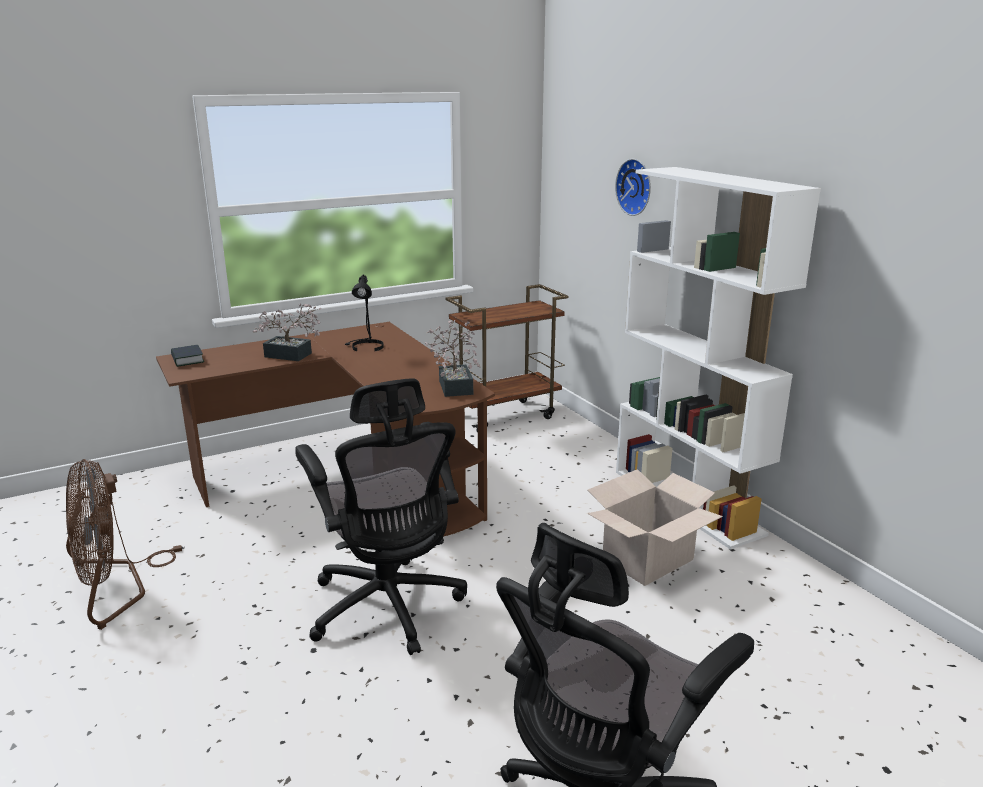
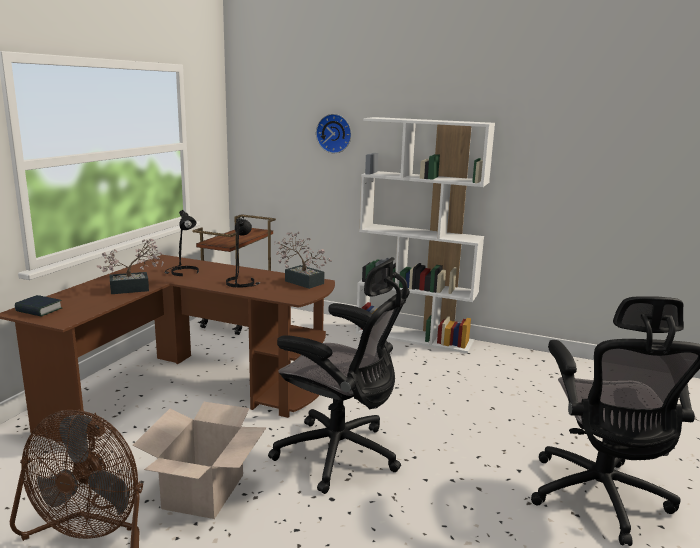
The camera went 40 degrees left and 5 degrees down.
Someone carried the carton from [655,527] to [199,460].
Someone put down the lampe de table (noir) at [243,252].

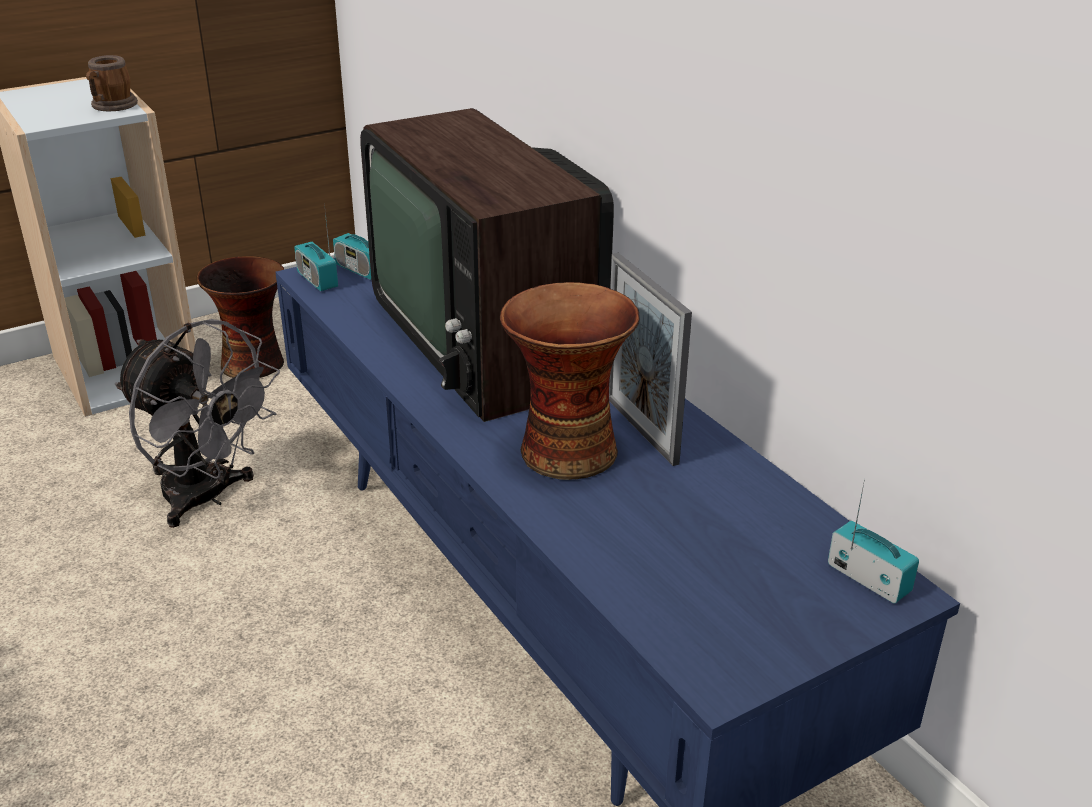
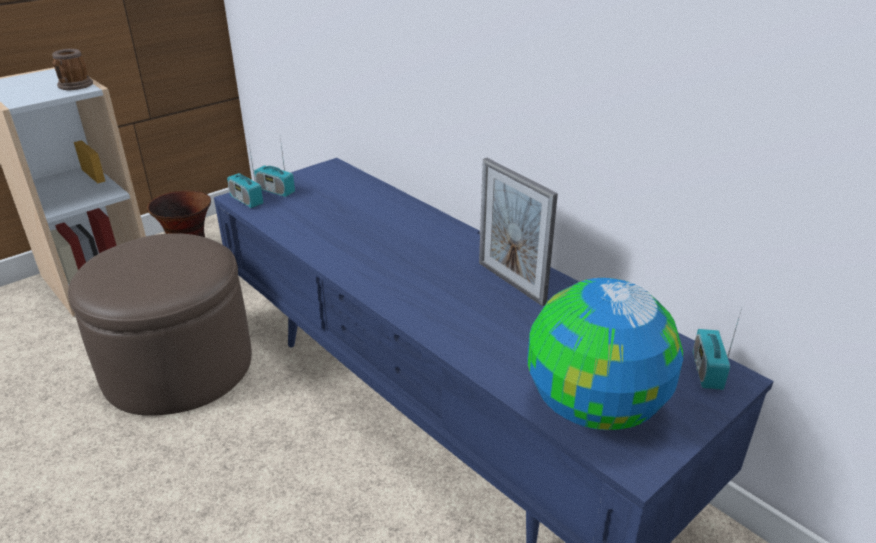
The camera went 10 degrees left and 0 degrees up.
Someone took away the téléviseur at [487,265].
Someone took away the vase at [569,381].
Someone swapped the ventilateur (gris) at [197,423] for the pouf (marron) at [160,324].
Someone rotated the radio at [873,541] by 120 degrees counterclockwise.
Someone put down the globe at [605,354].

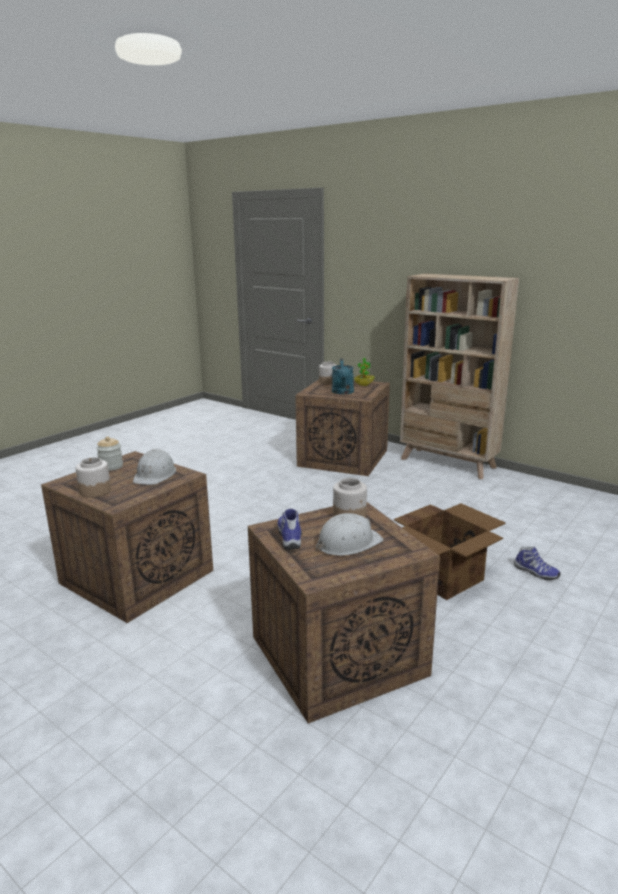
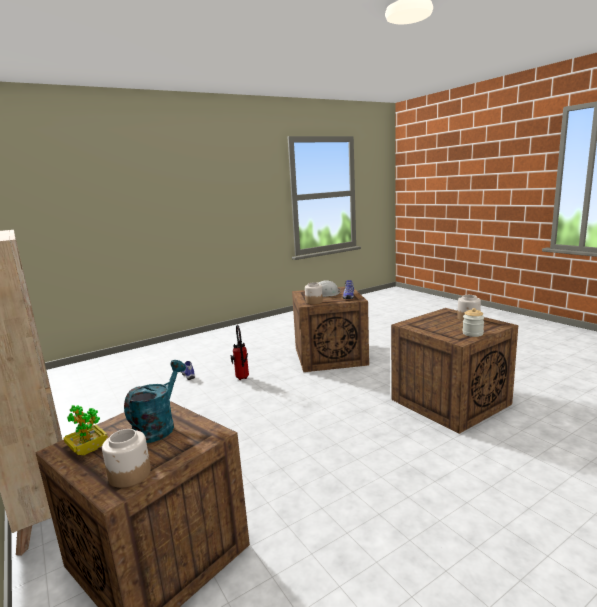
The camera went 160 degrees left and 5 degrees down.
Someone took away the casque de chantier (blanc) at [154,467].
Someone swapped the carton at [449,551] for the extincteur at [240,352].

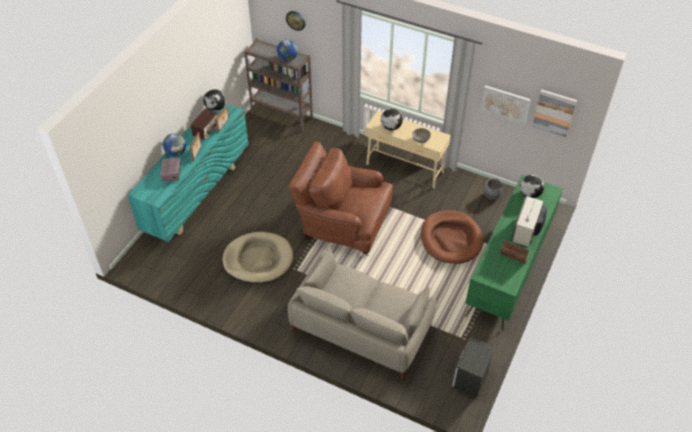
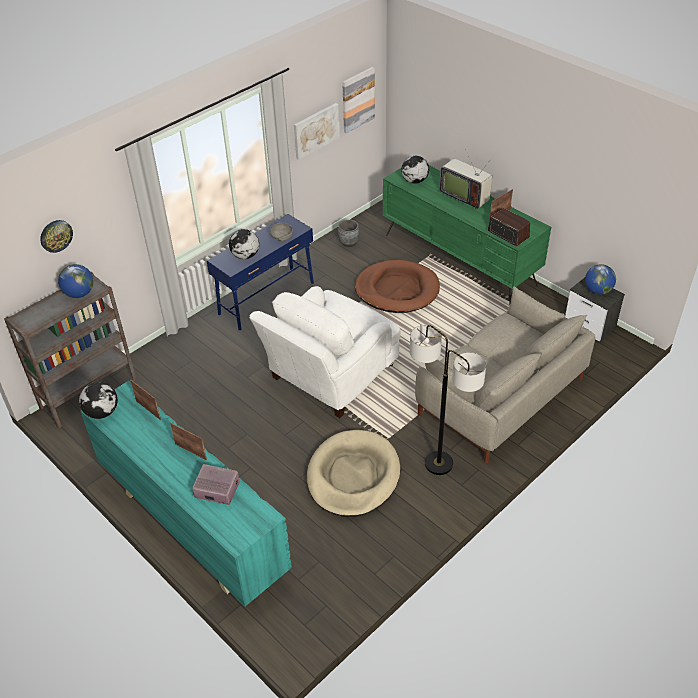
The camera went 70 degrees left and 5 degrees down.
Someone carried the radio from [204,124] to [509,227].
Someone repainted the table console (beige) at [408,150], which became the table console (bleu) at [260,272].
Someone carried the globe from [174,144] to [600,279].
Someone repainted the fauteuil (marron) at [340,199], which became the fauteuil (blanc) at [324,352].
Someone put down the lampadaire at [448,400].

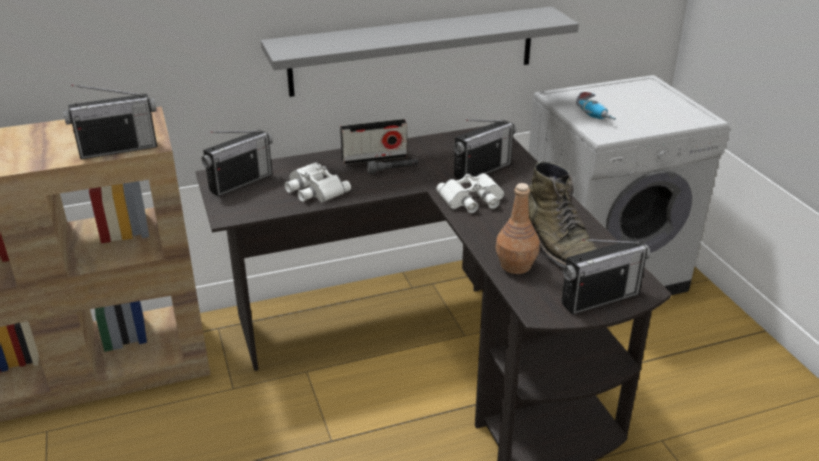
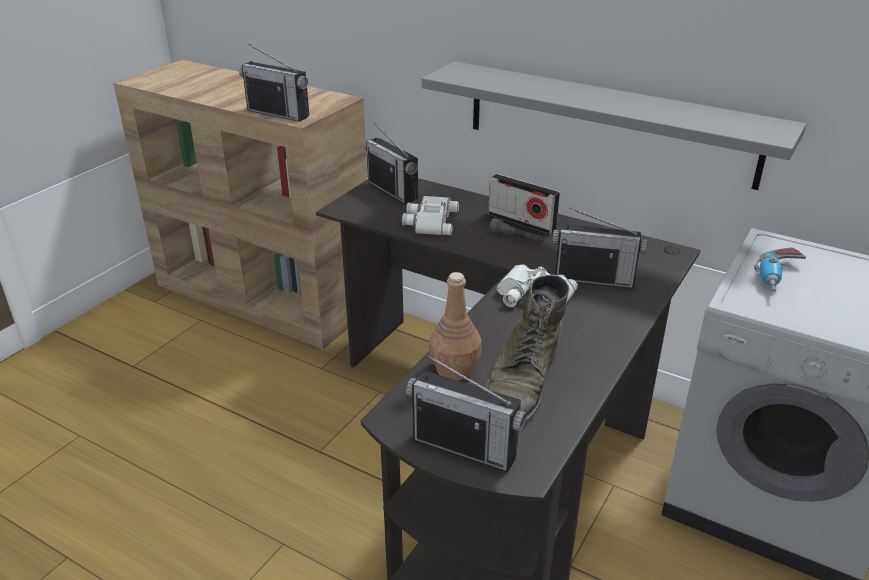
The camera went 50 degrees right and 0 degrees up.
Someone rotated the radio at [237,163] by 45 degrees clockwise.

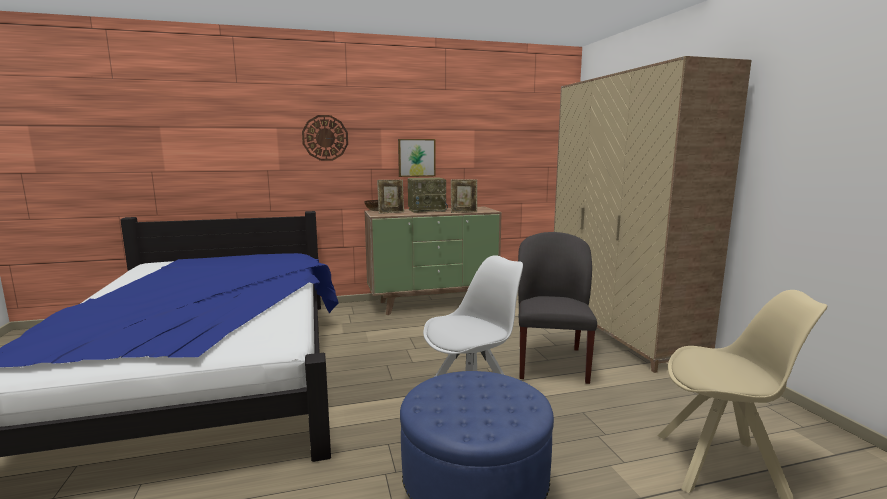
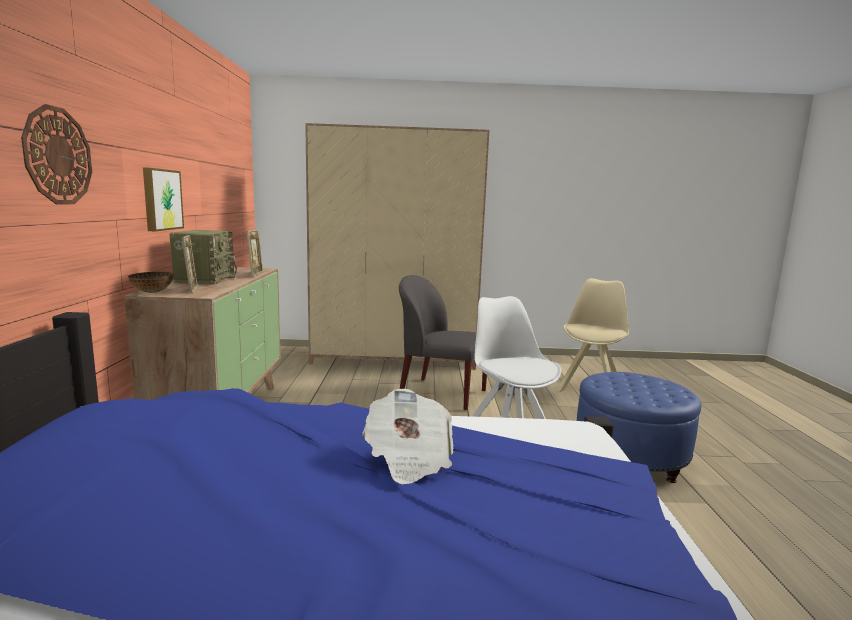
The camera went 75 degrees left and 0 degrees up.
Someone put down the journal at [408,437].

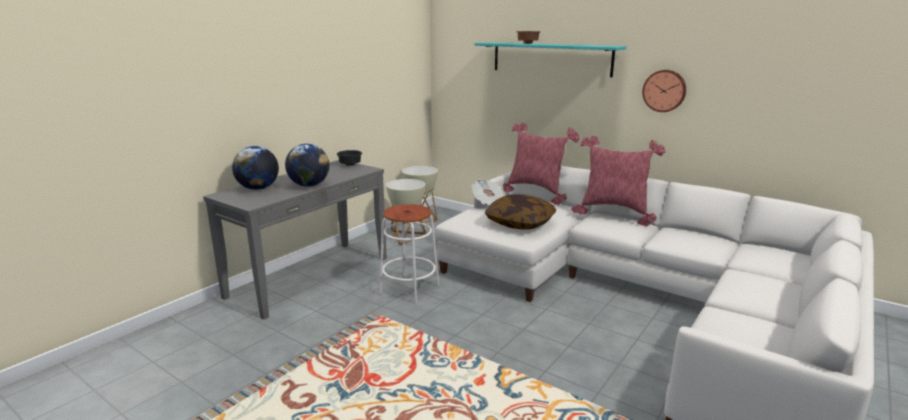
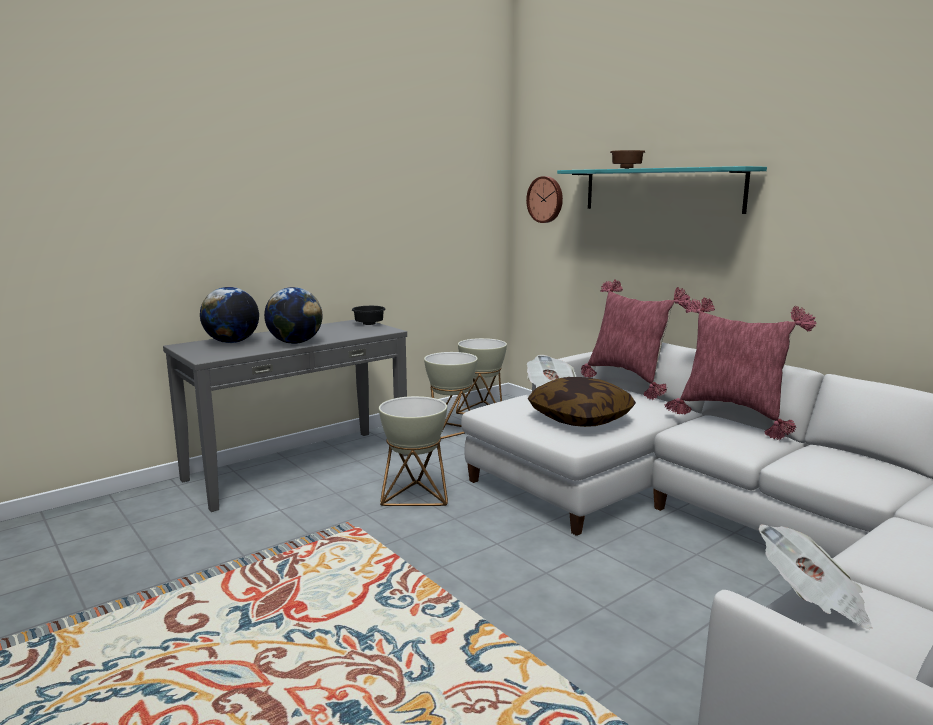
The camera went 15 degrees right and 5 degrees down.
Someone carried the horloge murale from [664,91] to [544,199].
Someone swapped the tabouret (blanc) at [409,254] for the cache-pot at [413,451].
Someone put down the journal at [816,576].

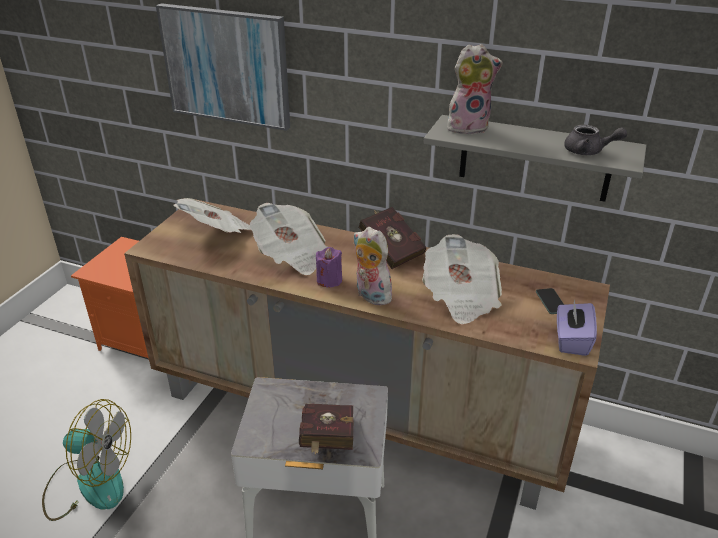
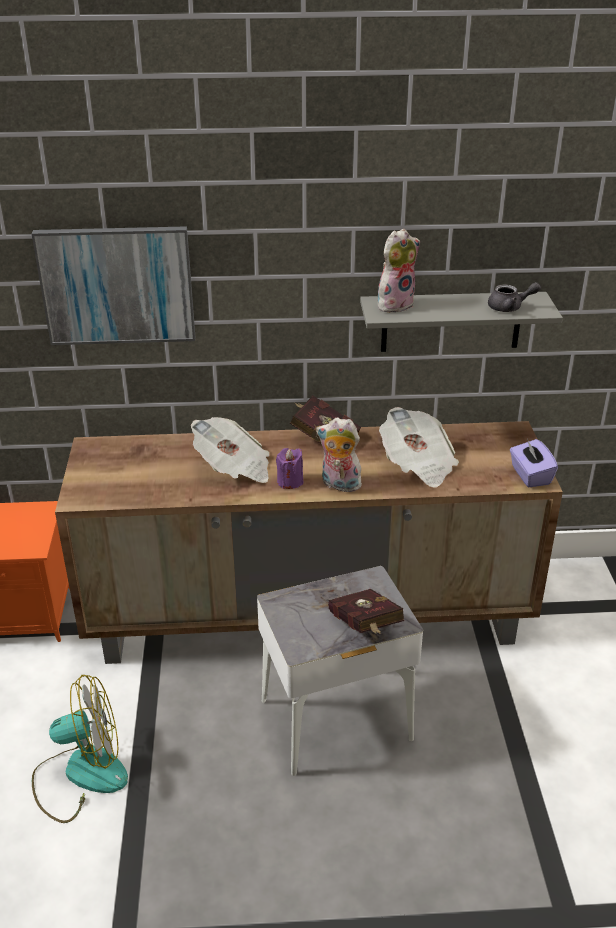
The camera went 25 degrees left and 0 degrees up.
Someone took away the journal at [212,215].
Someone took away the téléphone at [550,301].

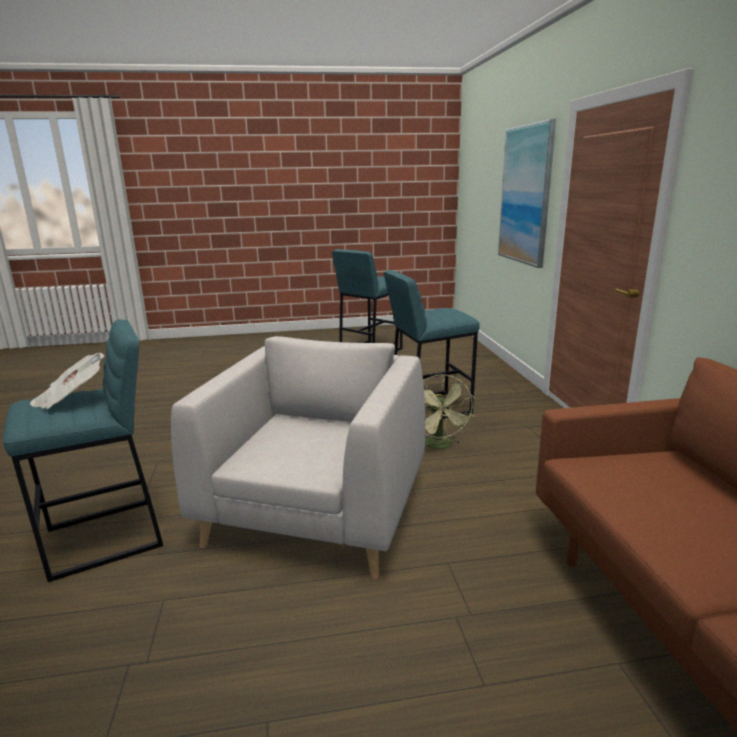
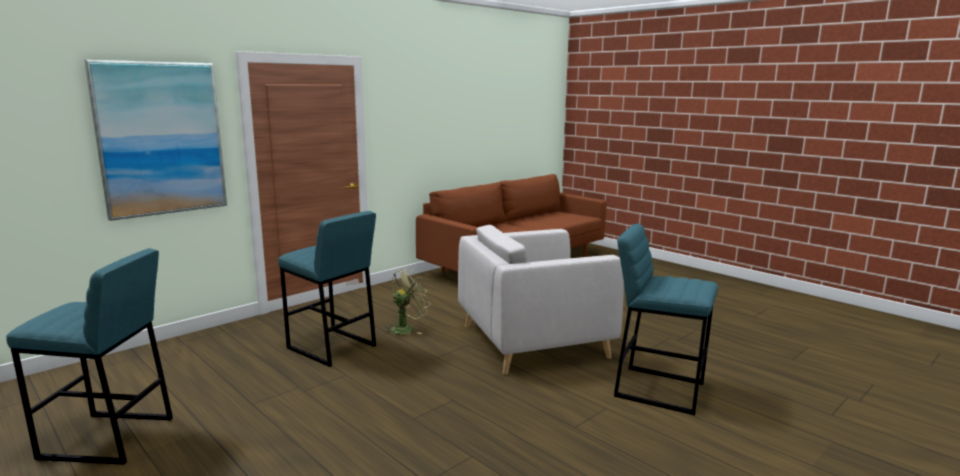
The camera went 125 degrees left and 5 degrees down.
Someone took away the journal at [67,381].

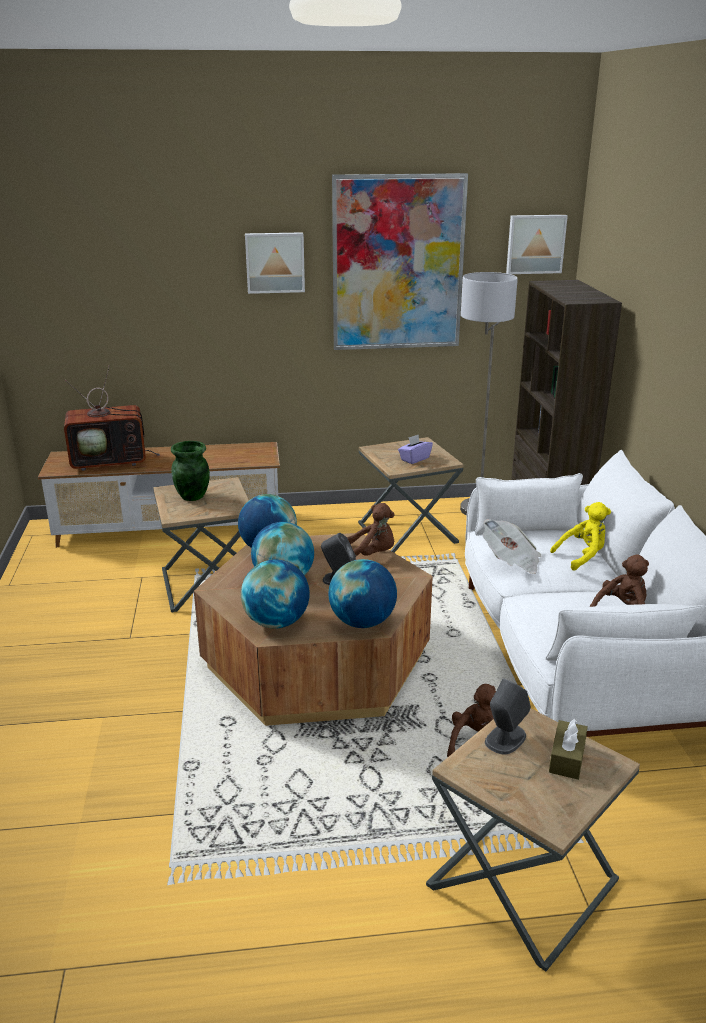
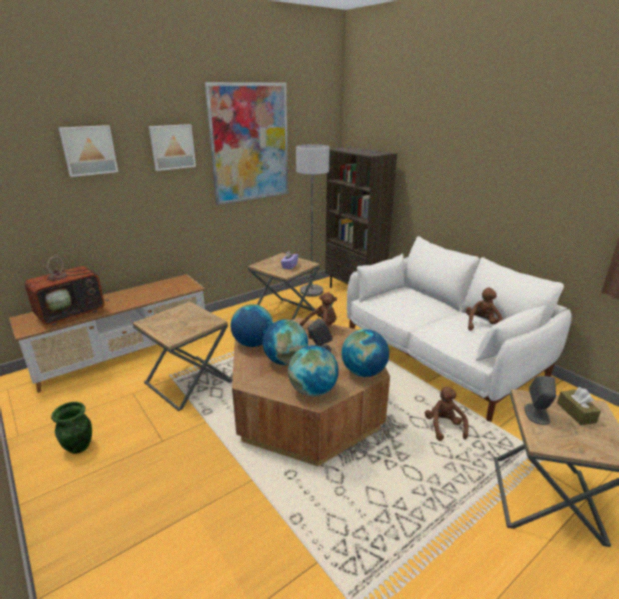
The camera went 30 degrees left and 0 degrees up.
Someone carried the tableau from [537,244] to [88,151].
Someone carried the vase (vert) from [190,471] to [71,428].
Someone took away the peluche (jaune) at [580,536].
Someone took away the journal at [512,546].

